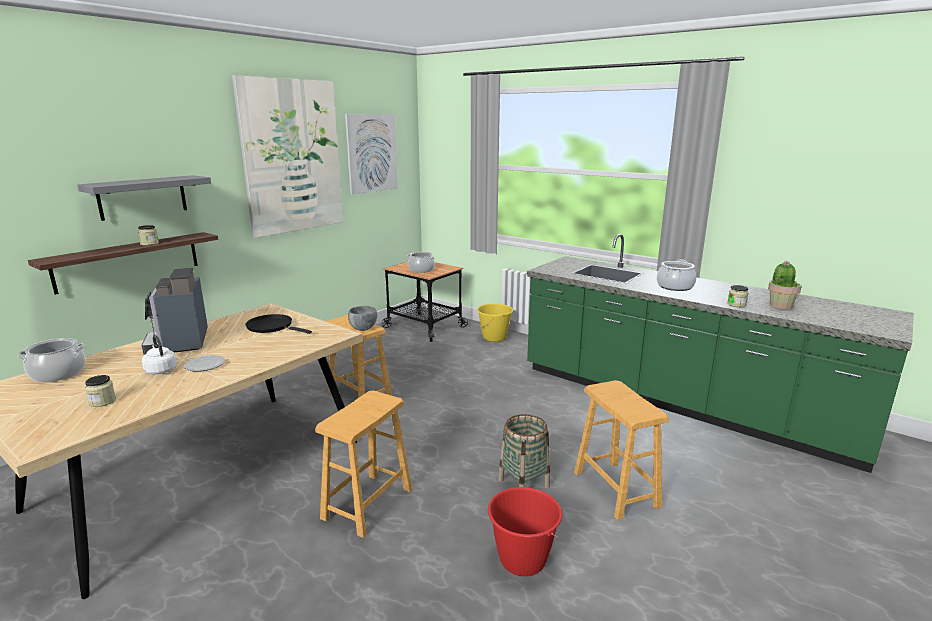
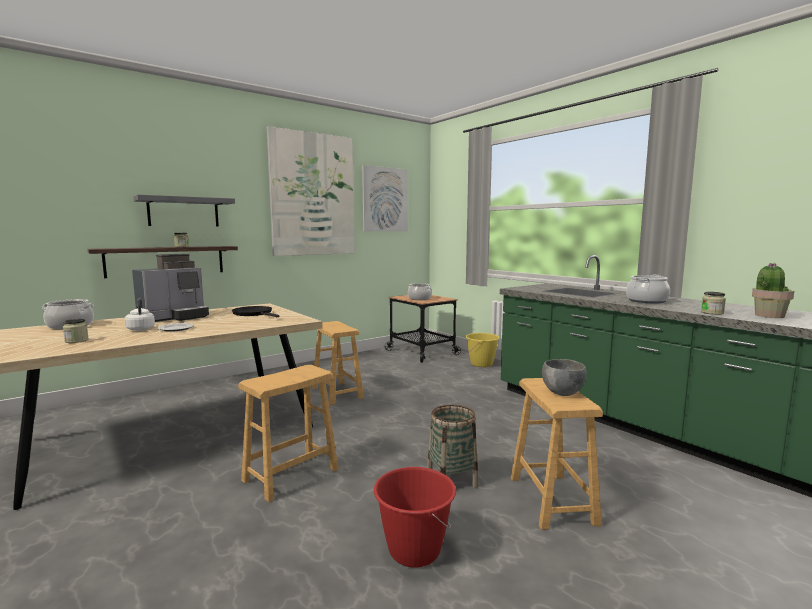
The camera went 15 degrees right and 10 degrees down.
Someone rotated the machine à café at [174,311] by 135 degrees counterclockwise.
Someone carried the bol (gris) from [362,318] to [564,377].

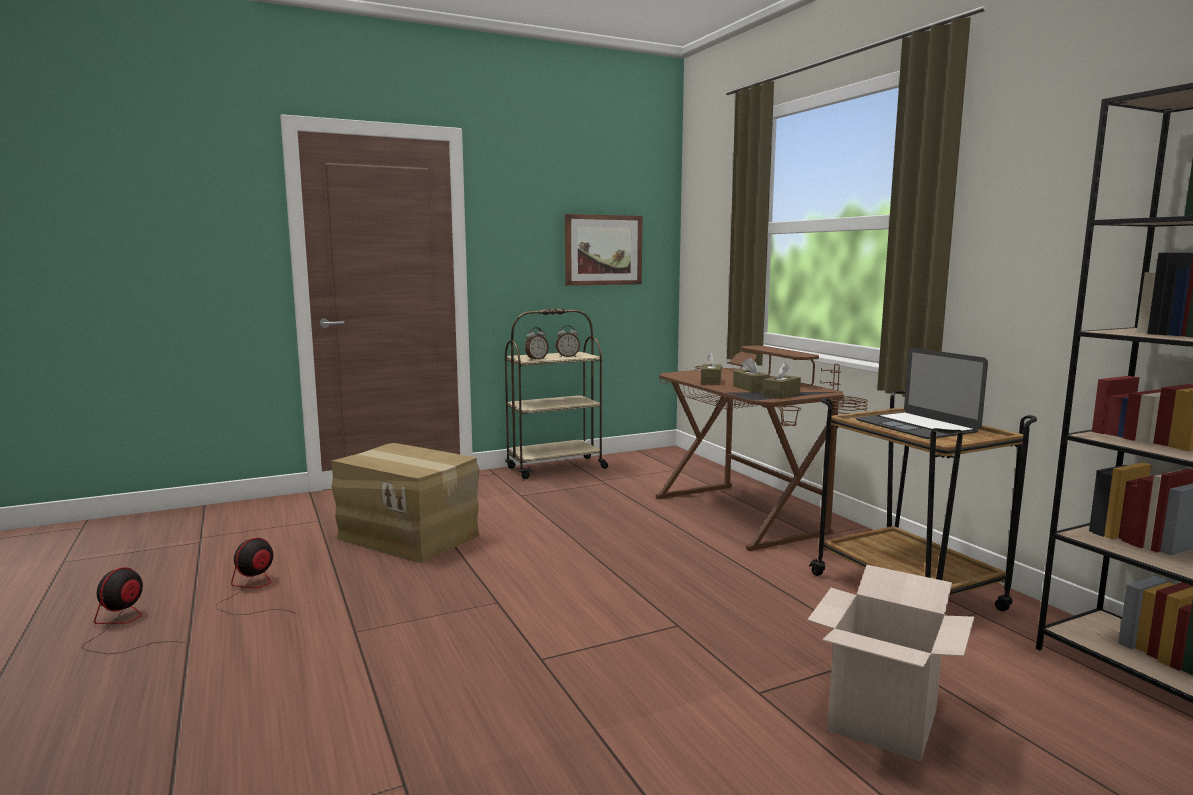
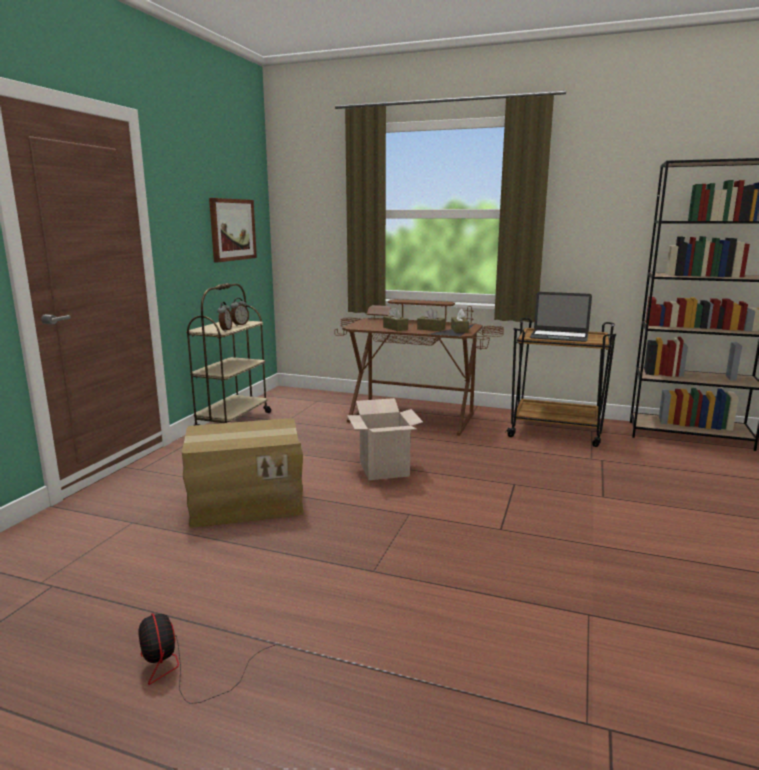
The camera went 45 degrees left and 5 degrees up.
Someone took away the ventilateur at [255,576].
Someone carried the carton from [891,663] to [385,439].

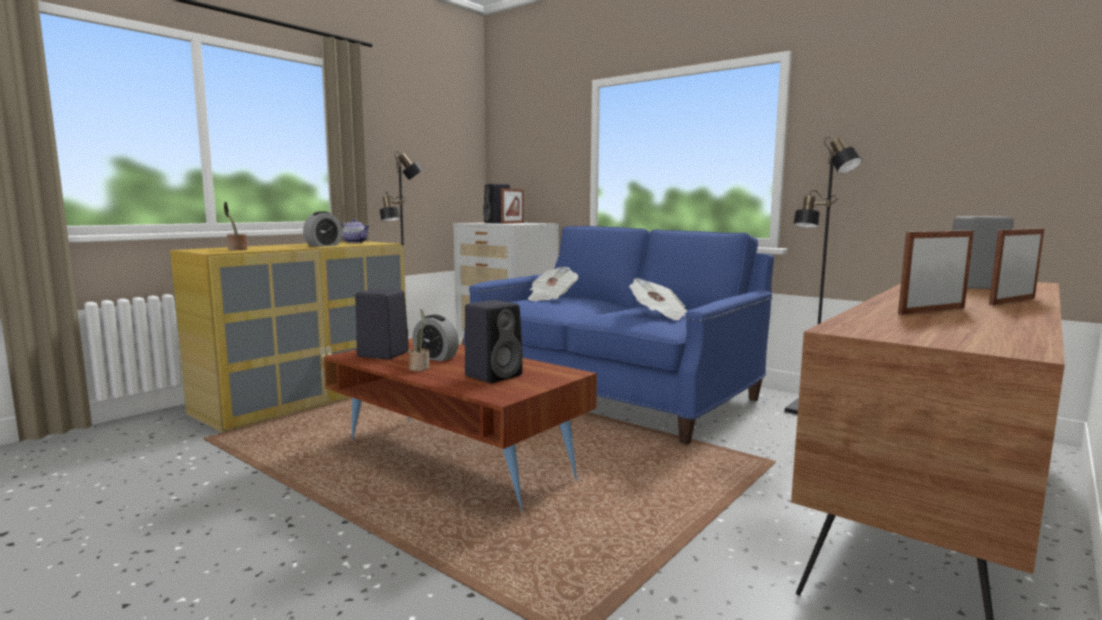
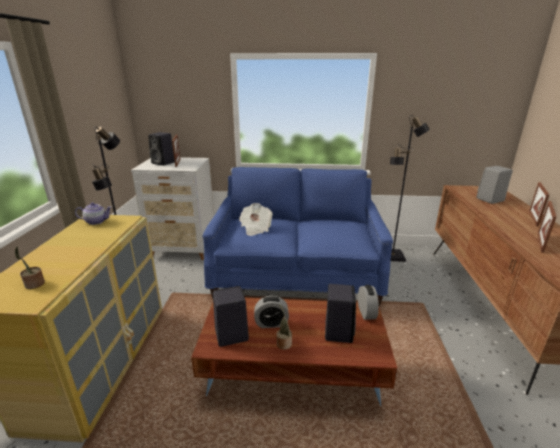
The camera went 35 degrees left and 15 degrees up.
Someone carried the réveil from [322,229] to [368,302].
Someone took away the journal at [658,299].

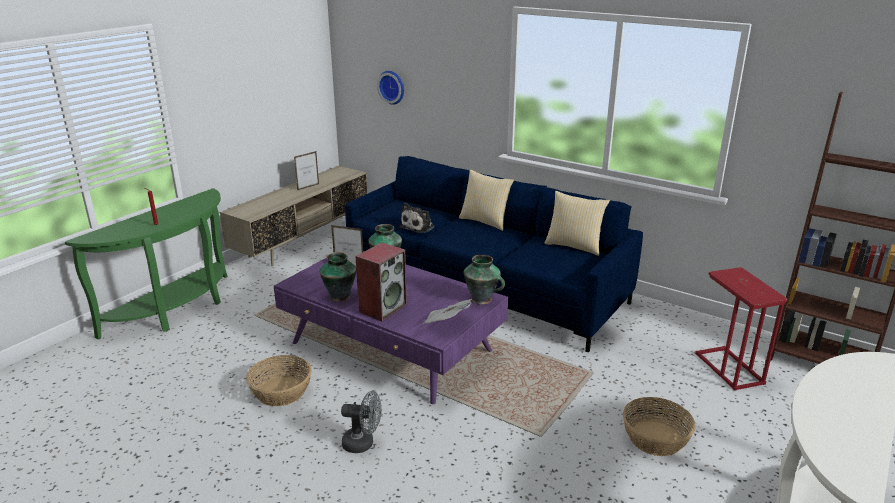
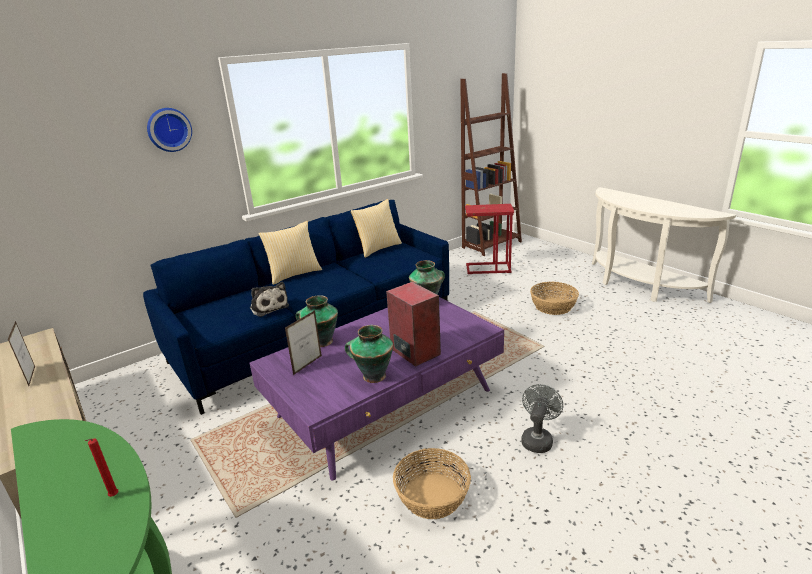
The camera went 70 degrees left and 0 degrees up.
Someone carried the horloge murale from [390,88] to [169,130].
Someone took away the journal at [447,311].

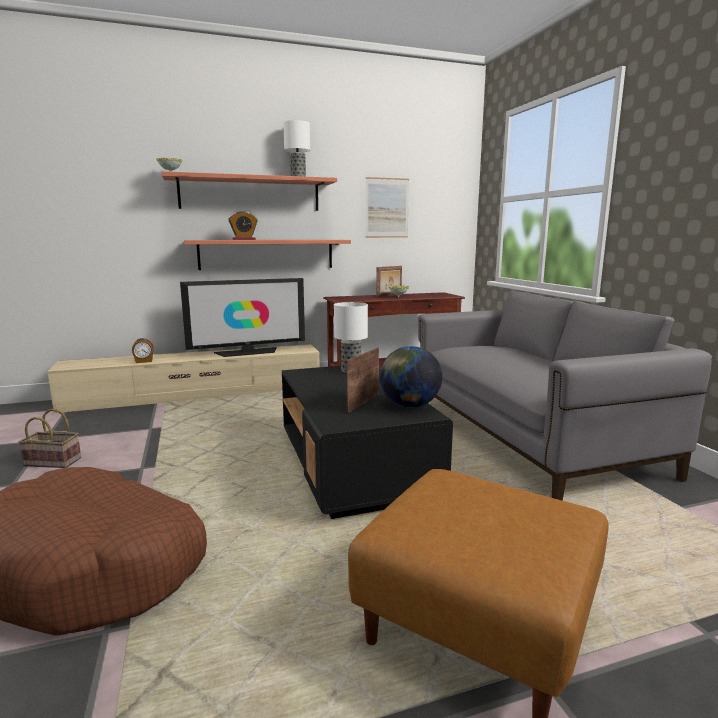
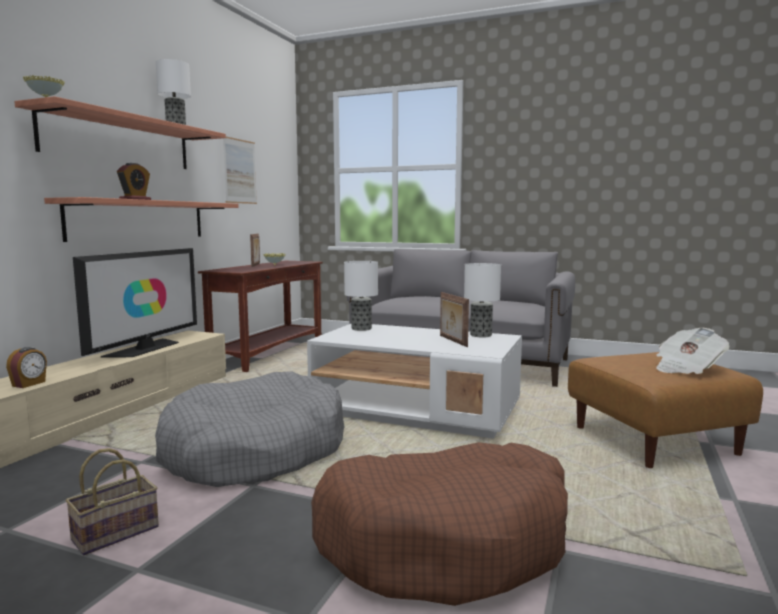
The camera went 50 degrees left and 5 degrees down.
Someone swapped the globe at [411,377] for the lampe de table at [482,300].
Someone repainted the table basse (noir) at [367,442], which became the table basse (blanc) at [414,381].
Someone put down the journal at [693,351].
Someone put down the panier pour chien (gris) at [250,429].

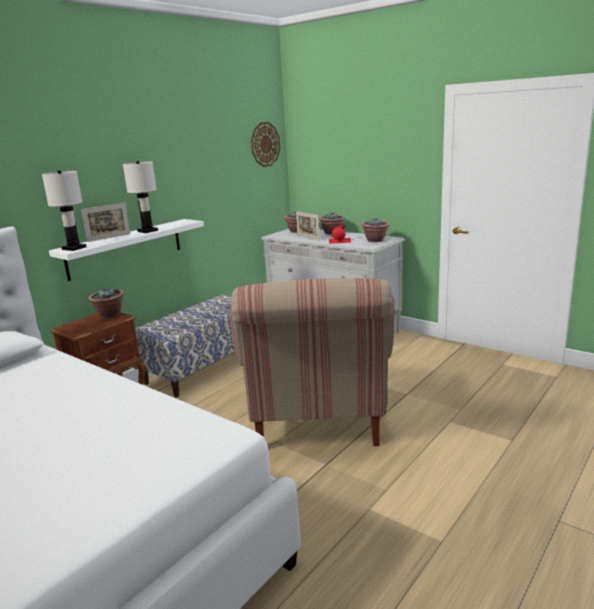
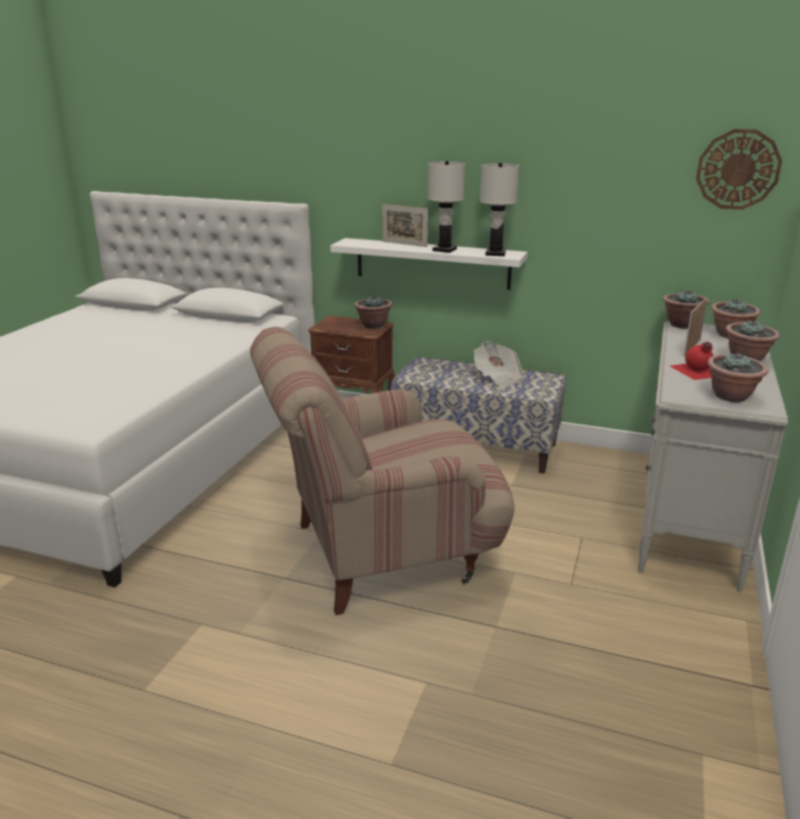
The camera went 70 degrees right and 5 degrees up.
Someone carried the lampe de table (blanc) from [64,210] to [499,209].
Someone put down the plante en pot at [686,308].
Someone put down the journal at [499,364].

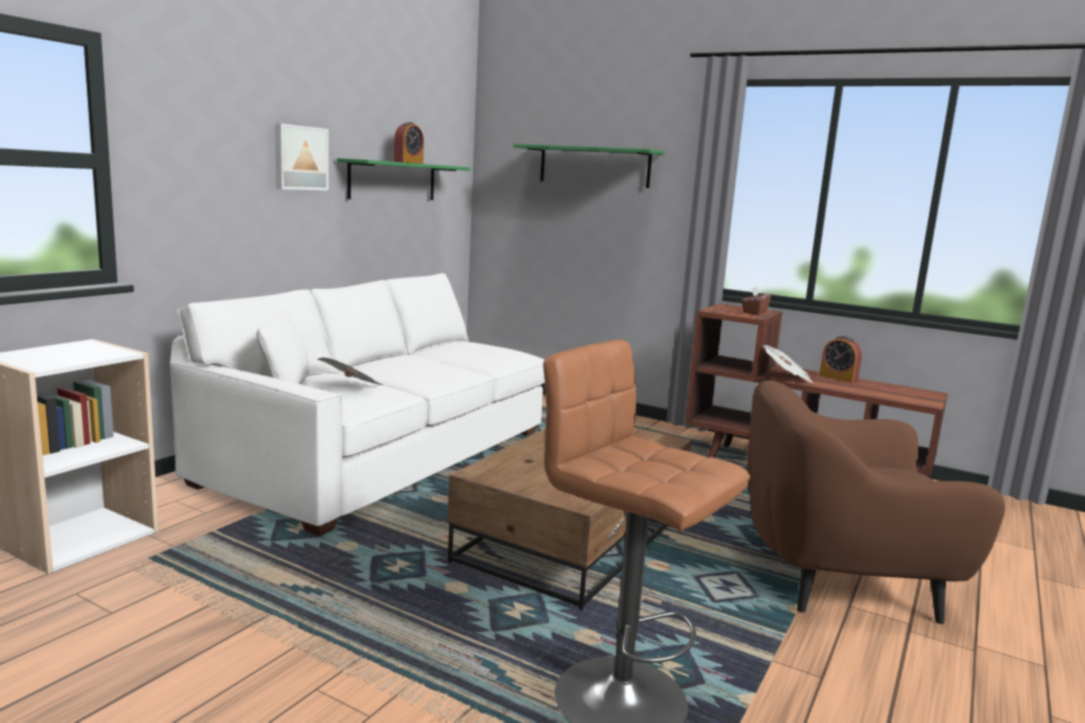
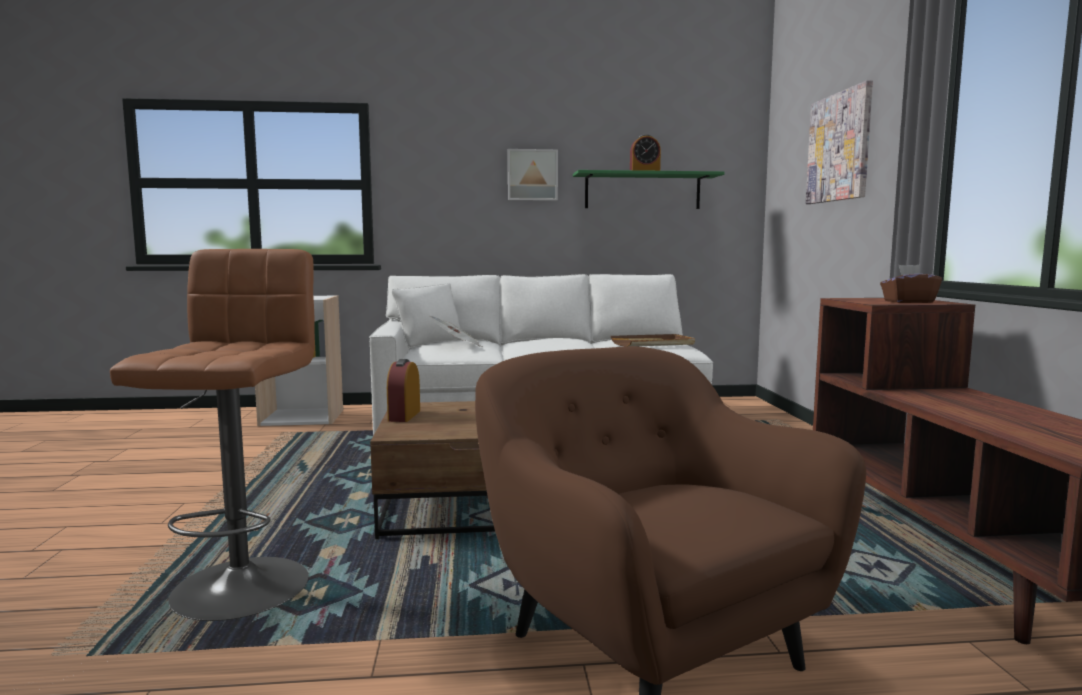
The camera went 55 degrees right and 5 degrees down.
Someone swapped the étagère (vert) at [589,166] for the tableau at [839,142].
Someone carried the réveil from [840,359] to [403,390].
Someone took away the journal at [788,364].
Someone put down the plateau (marron) at [653,340].

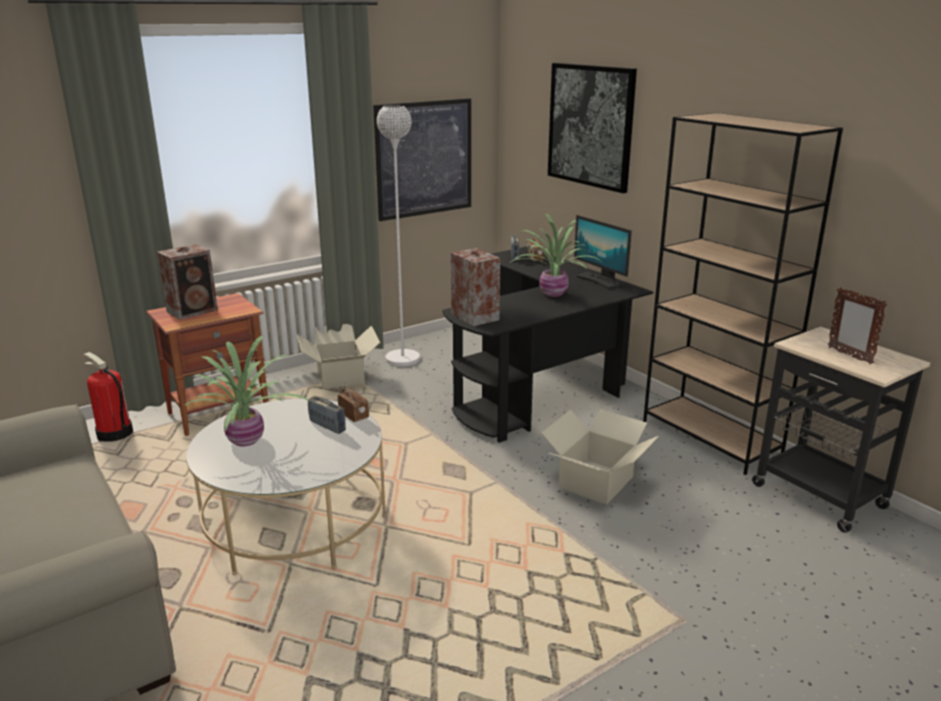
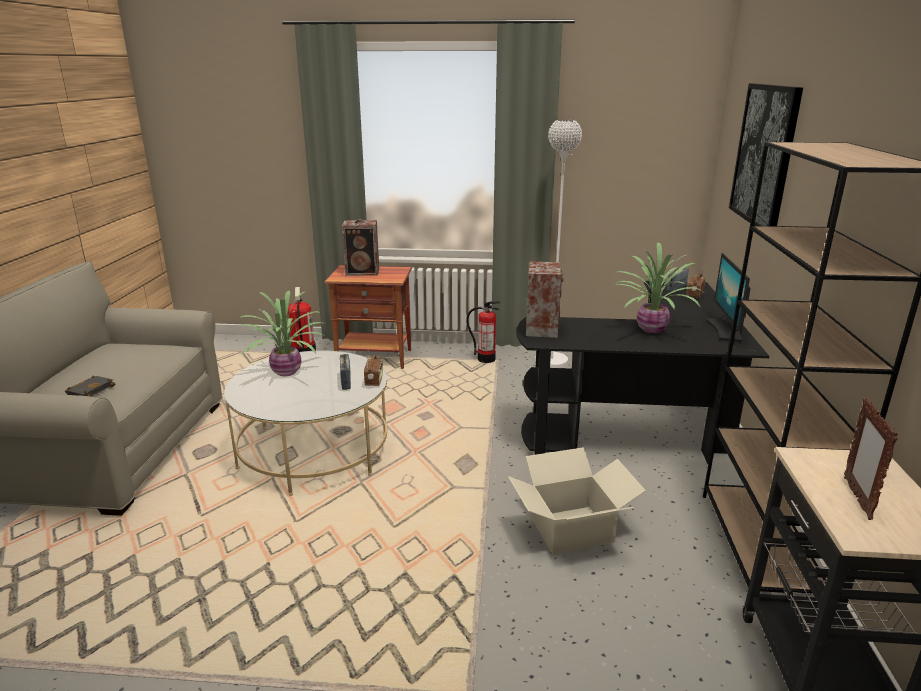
The camera went 40 degrees right and 0 degrees up.
Someone took away the tableau at [422,159].
Someone swapped the carton at [338,356] for the extincteur at [483,332].
Someone put down the livre (noir) at [90,386].

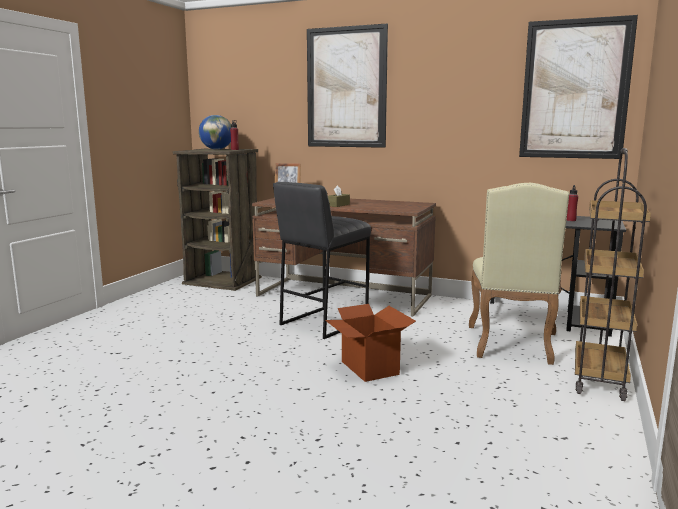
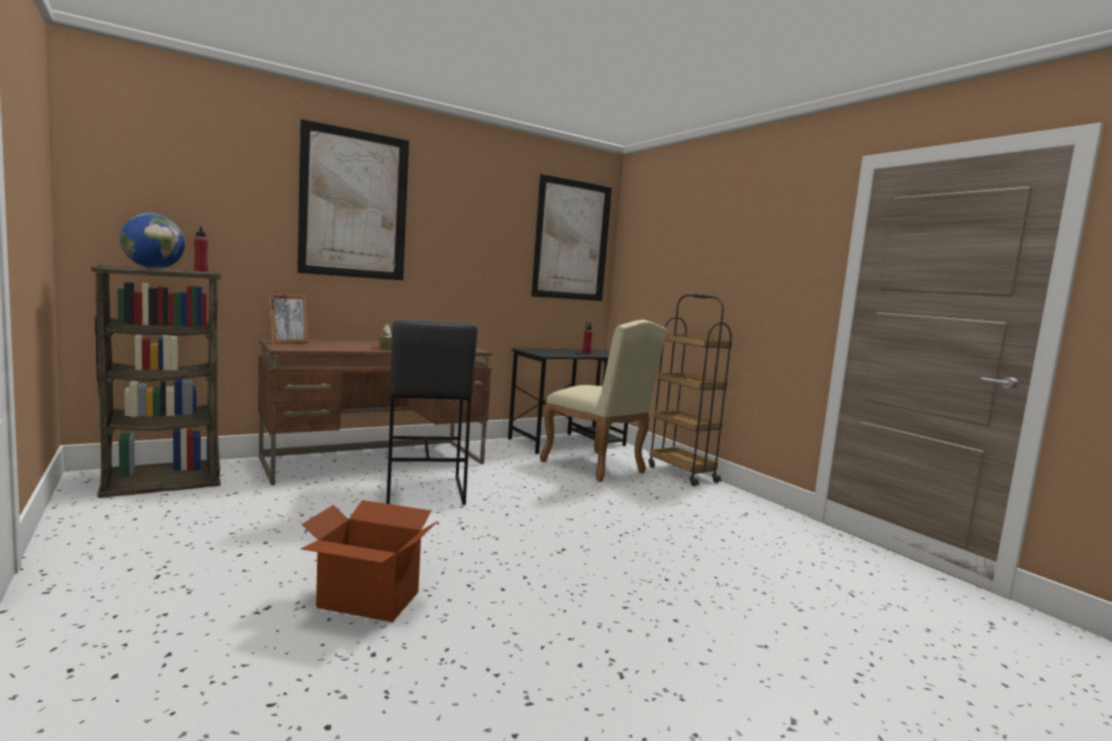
The camera went 55 degrees left and 5 degrees down.
Someone carried the carton from [370,343] to [369,561].

